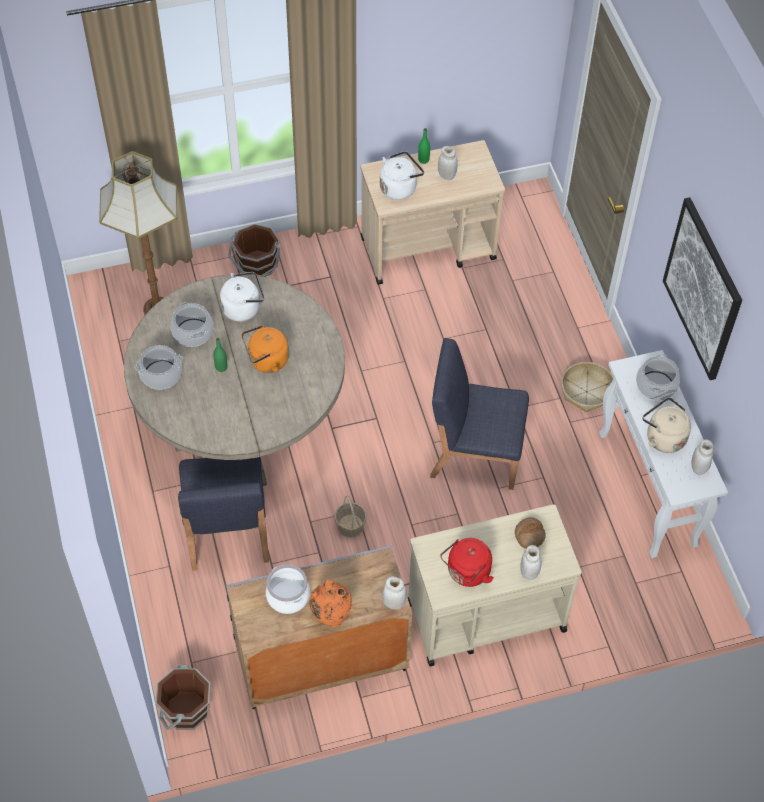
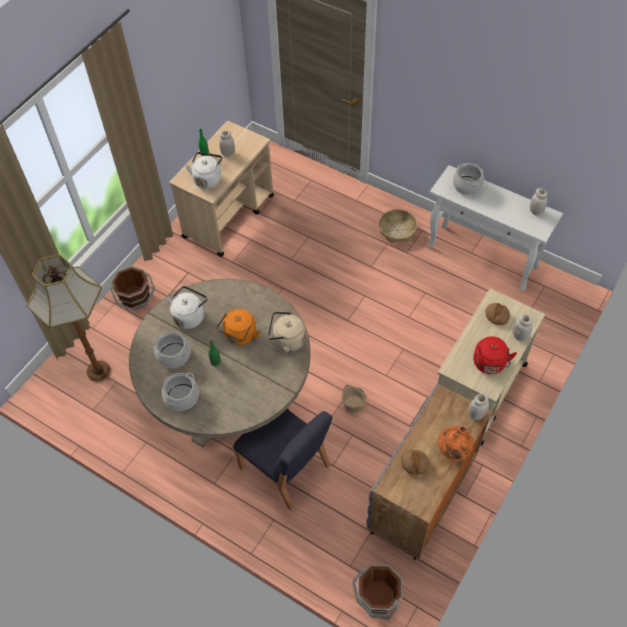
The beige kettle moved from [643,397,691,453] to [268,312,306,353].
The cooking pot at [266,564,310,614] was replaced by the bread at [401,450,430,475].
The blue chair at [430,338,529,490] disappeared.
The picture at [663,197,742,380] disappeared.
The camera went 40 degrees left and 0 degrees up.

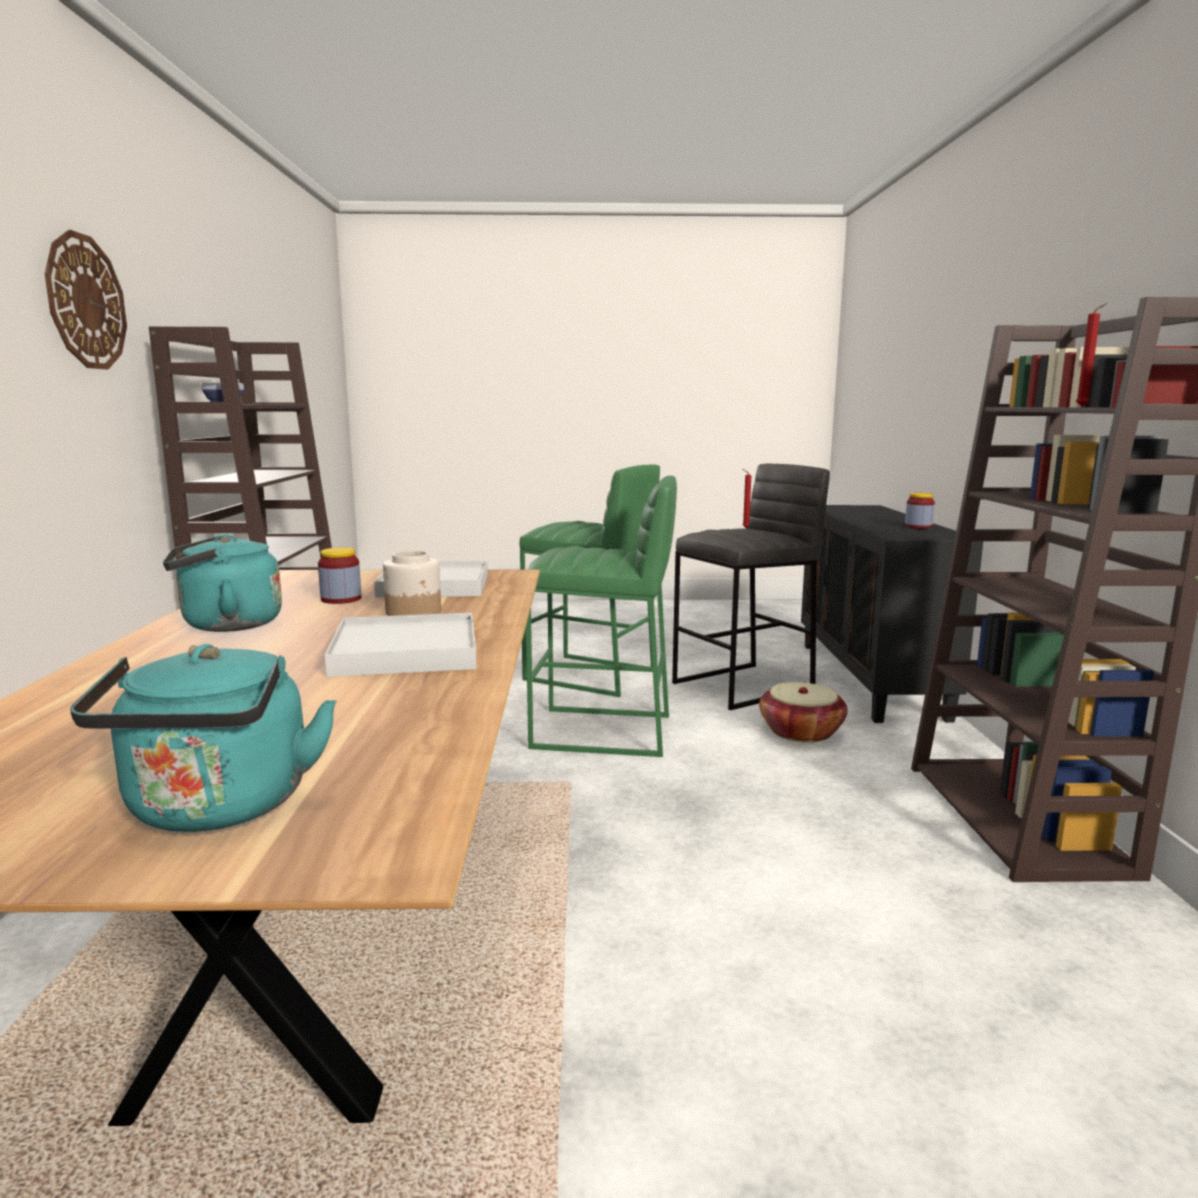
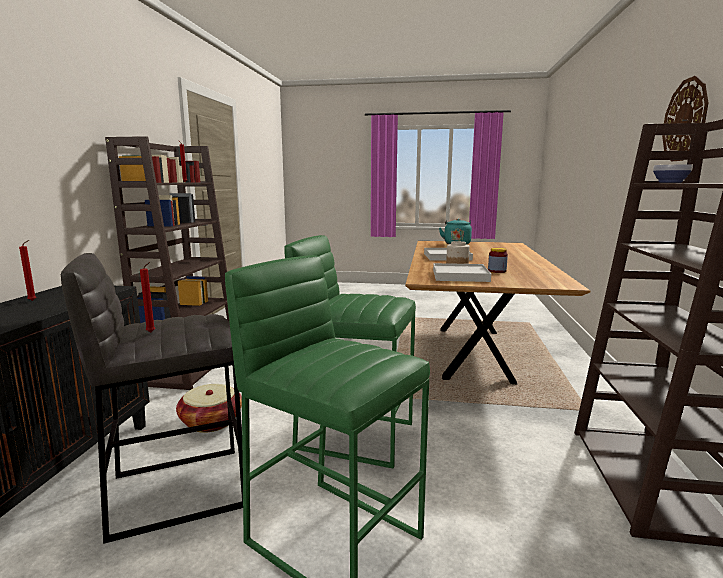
The jar at [905,493,935,529] was replaced by the red candle at [19,240,36,301].
The turquoise kettle at [163,534,282,632] disappeared.
The camera went 170 degrees left and 0 degrees up.

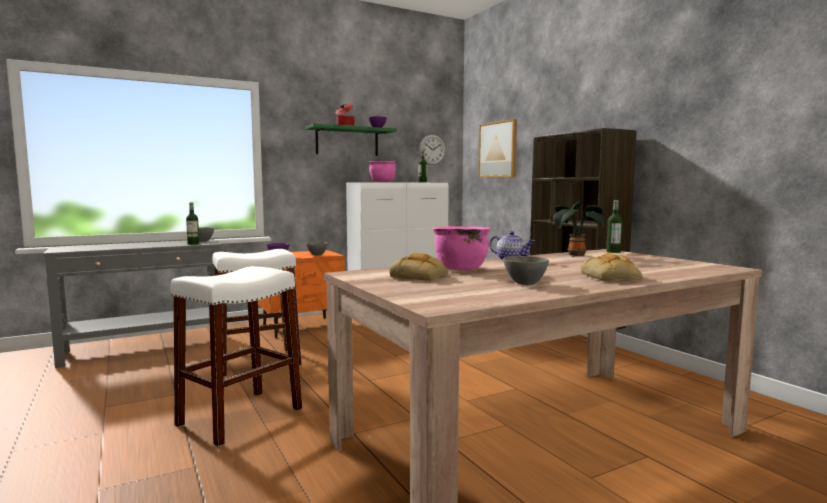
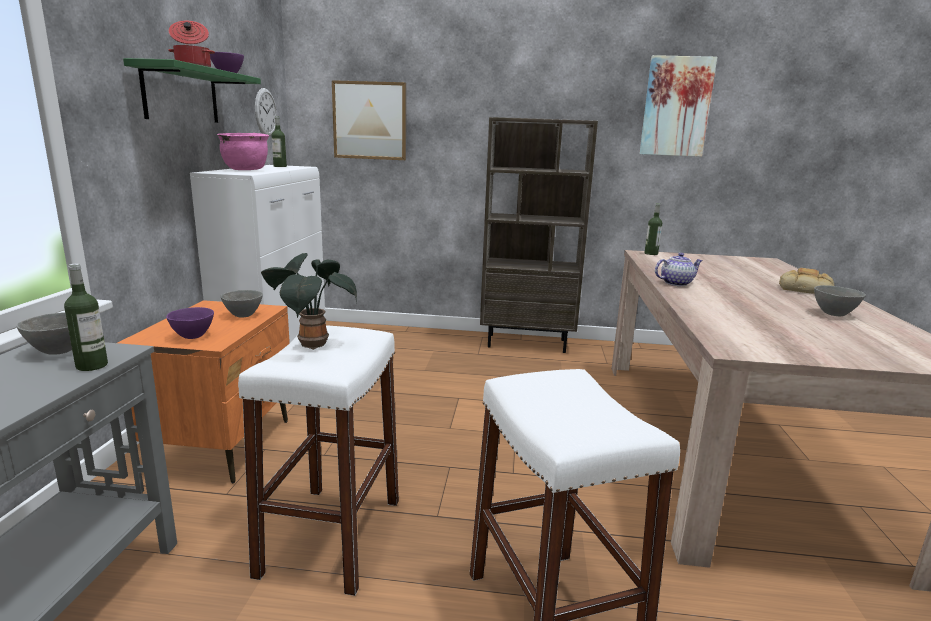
The potted plant moved from [553,201,605,257] to [261,253,357,350].
The picture at [639,55,717,157] appeared.
The bread at [389,253,448,281] disappeared.
The pink cooking pot at [433,226,490,271] disappeared.
The camera went 55 degrees left and 10 degrees up.

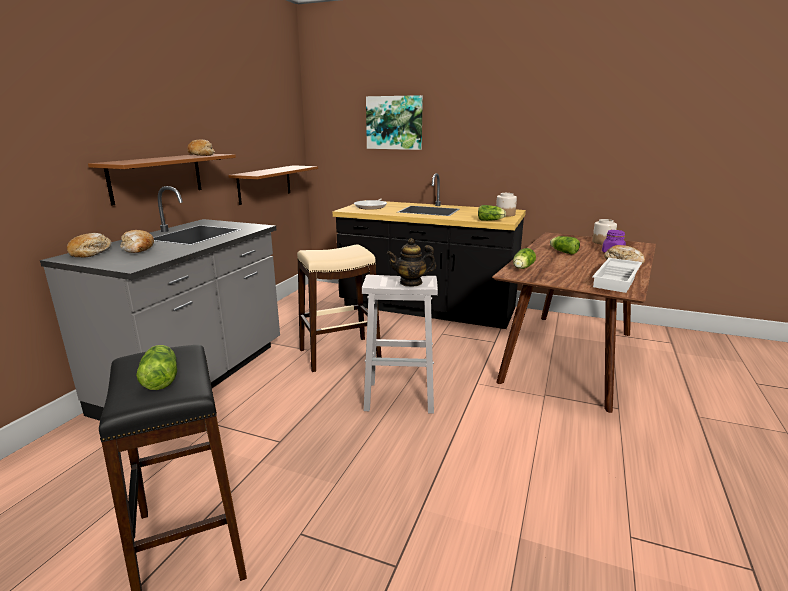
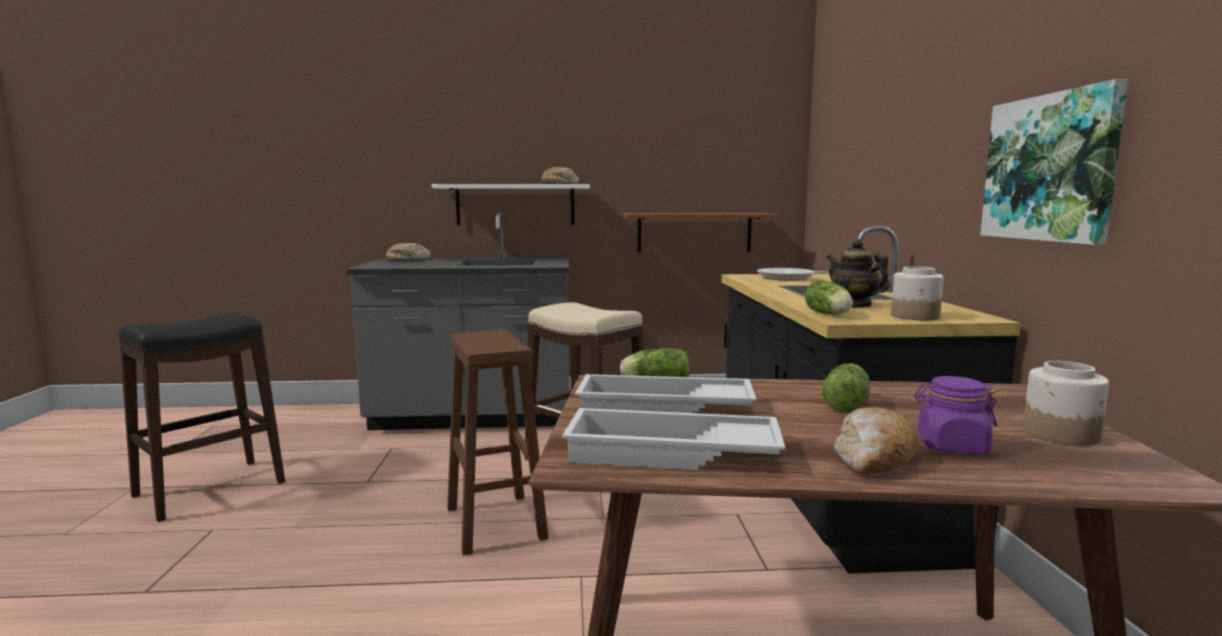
The brown shelf at [88,154,236,205] became the white shelf at [432,184,590,225].
The white stool at [362,275,438,414] became the brown stool at [447,330,549,556].
The white tray at [575,374,757,413] appeared.
The teapot moved from [387,238,436,287] to [827,239,890,308].
The picture moved from [366,95,423,150] to [980,79,1128,245].
The bread at [120,230,154,253] disappeared.
The lettuce at [136,345,177,390] disappeared.
The camera went 65 degrees right and 10 degrees down.

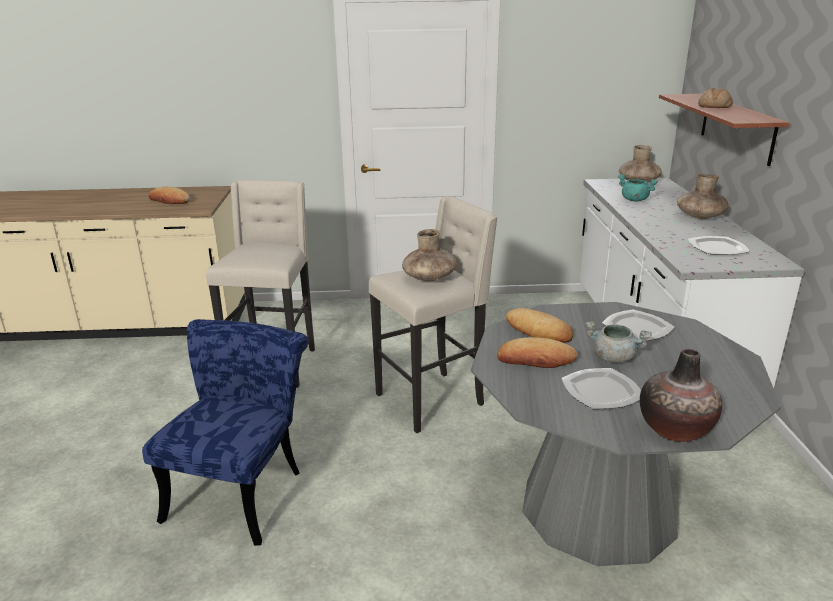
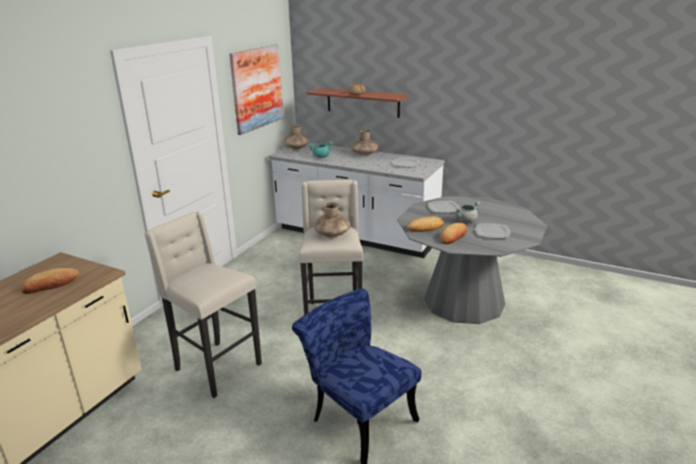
The picture at [229,45,284,135] appeared.
The vase at [640,349,722,442] disappeared.
The camera went 60 degrees left and 0 degrees up.

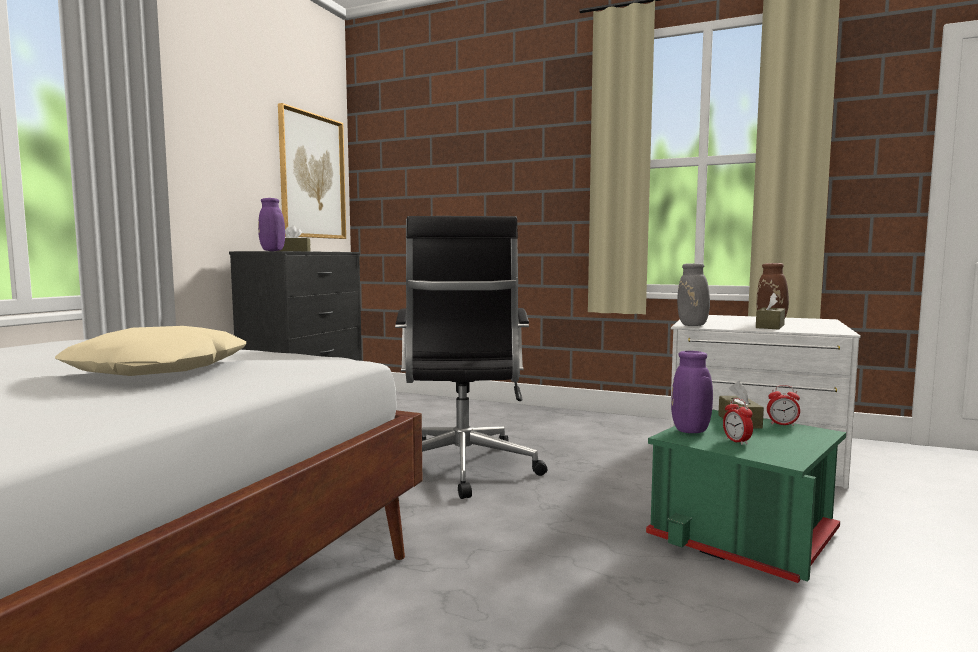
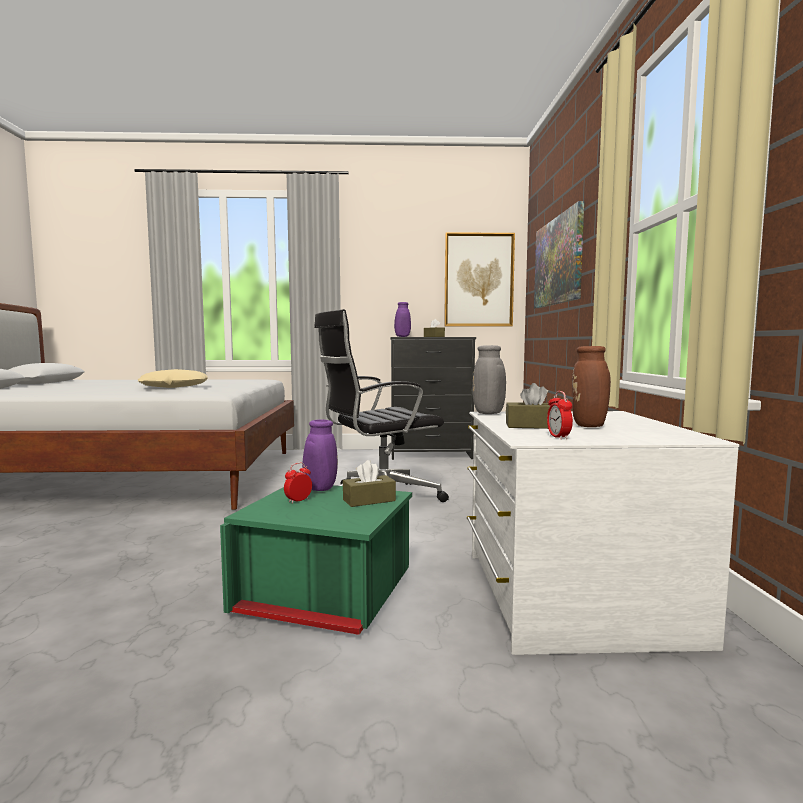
The picture at [534,201,584,308] appeared.
The alarm clock moved from [767,385,800,426] to [547,391,573,440].
The camera went 65 degrees right and 0 degrees up.

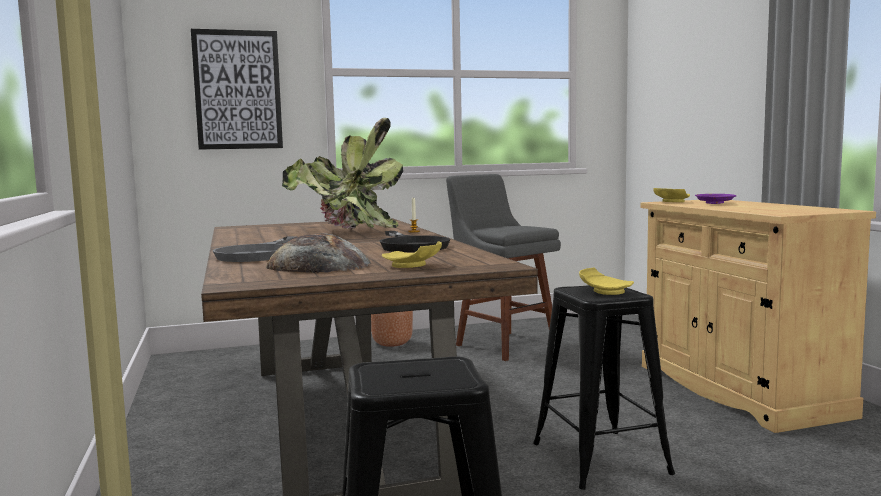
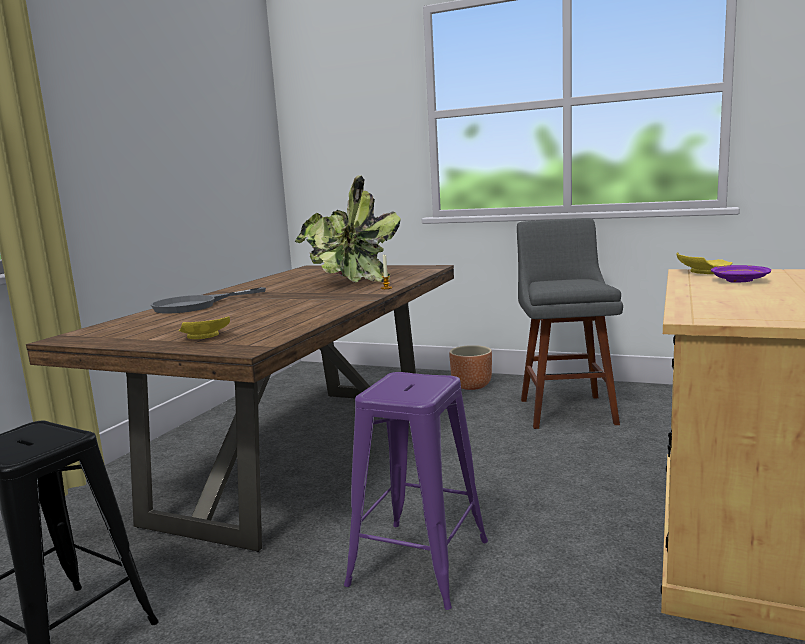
The black stool at [533,285,675,490] became the purple stool at [344,372,488,610].
The picture at [191,29,283,150] disappeared.
The bread at [265,234,371,273] disappeared.
The black frying pan at [380,231,450,252] disappeared.
The yellow plate at [579,268,634,295] disappeared.
The camera went 40 degrees right and 5 degrees up.

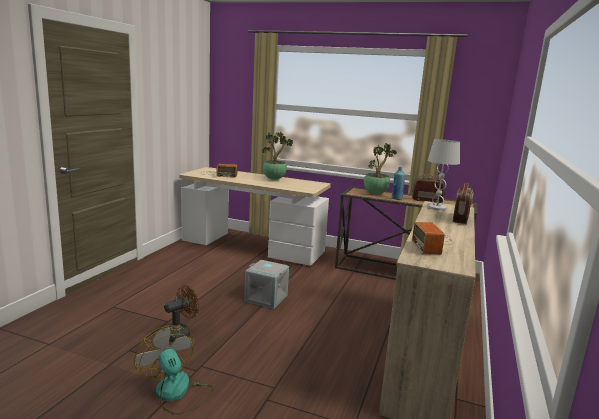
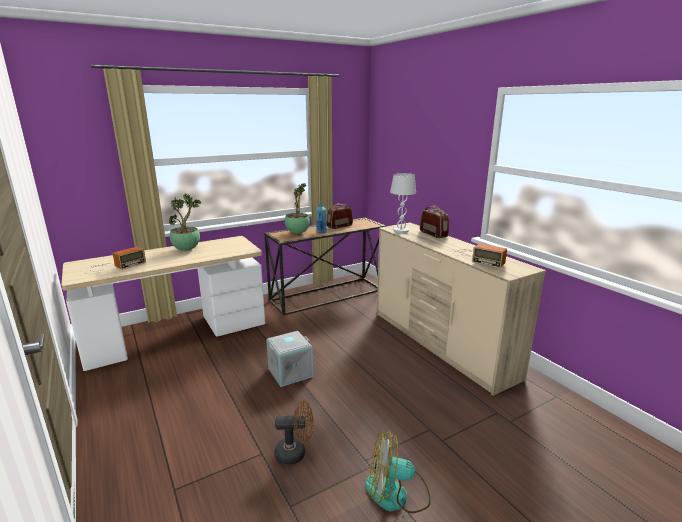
The brown fan at [164,285,199,342] turned 90 degrees clockwise.
The camera went 50 degrees left and 5 degrees up.

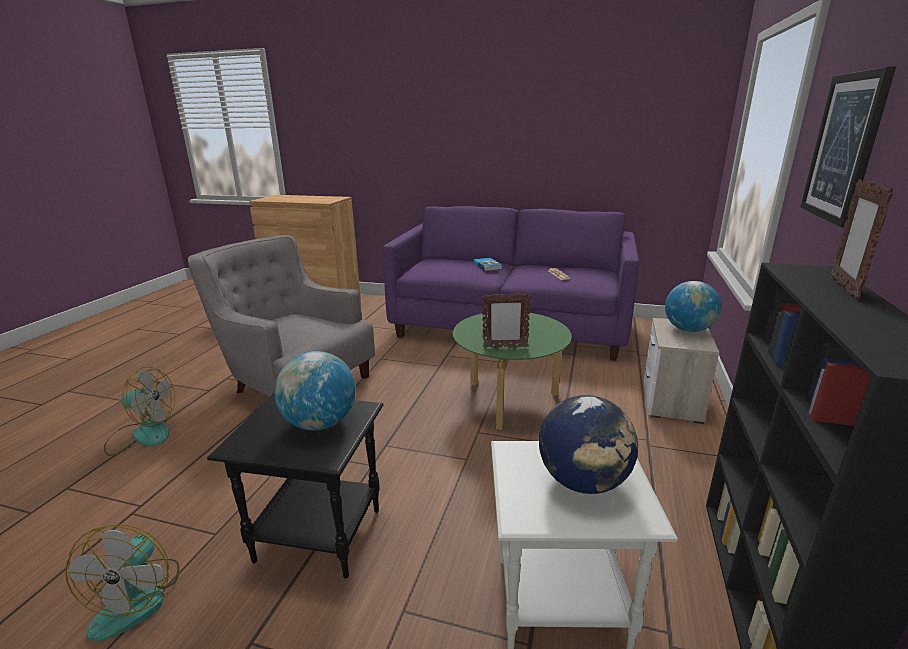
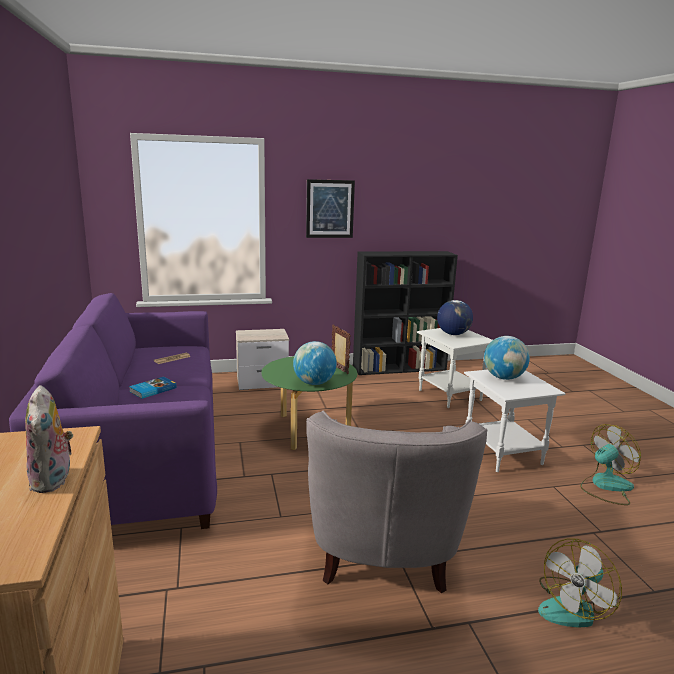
The plush toy at [25,385,73,493] appeared.
The globe moved from [665,281,721,332] to [293,341,337,385].
The black side table at [207,393,383,579] became the white side table at [464,370,566,472].
The fan at [104,366,175,456] turned 105 degrees counterclockwise.
The picture frame at [831,179,894,300] disappeared.
The camera went 120 degrees left and 5 degrees down.

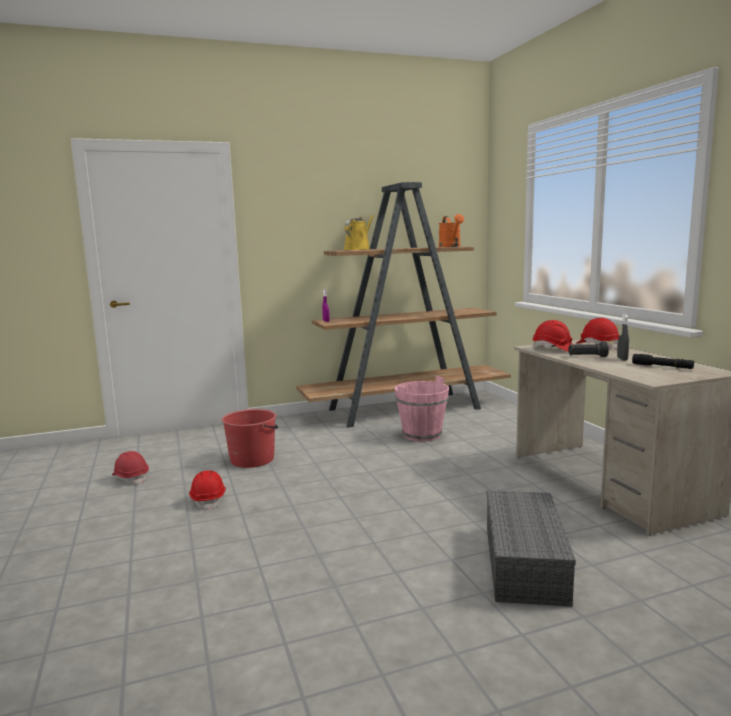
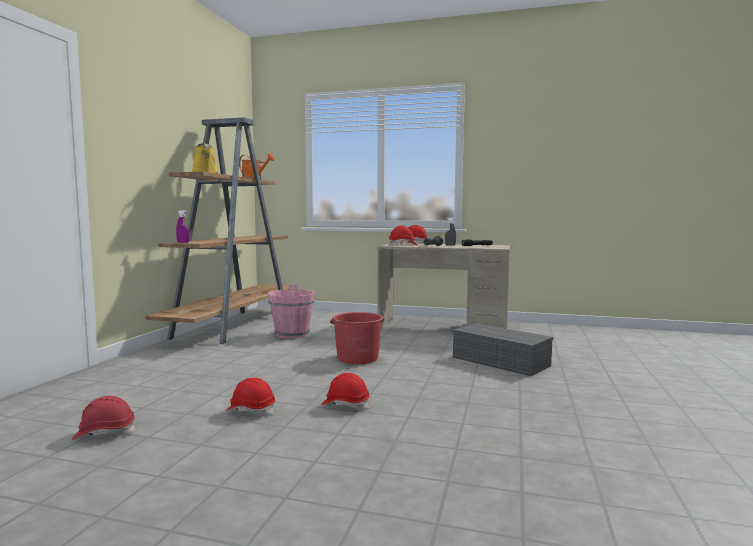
The red hard hat at [321,373,370,410] appeared.
The red bucket moved from [222,409,278,468] to [330,312,384,364].
The camera went 55 degrees left and 5 degrees down.

